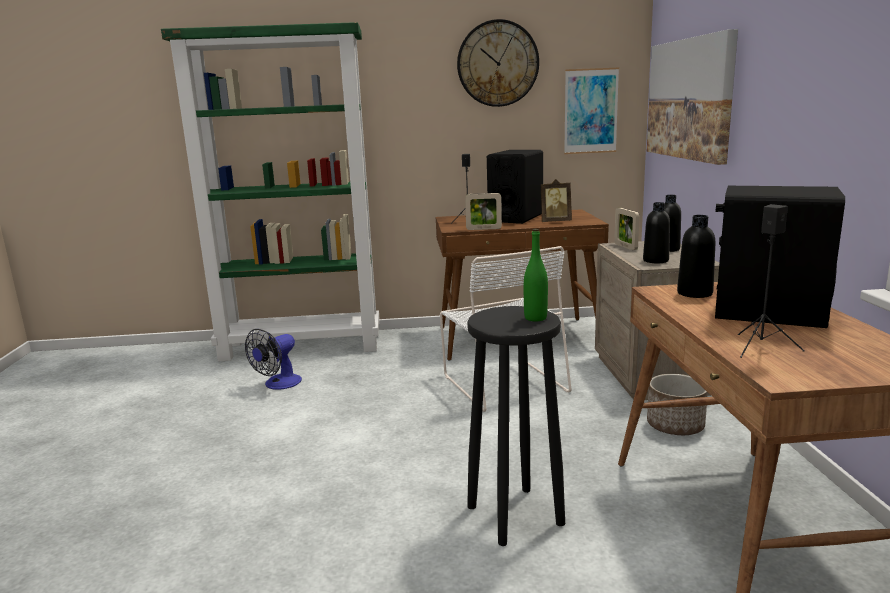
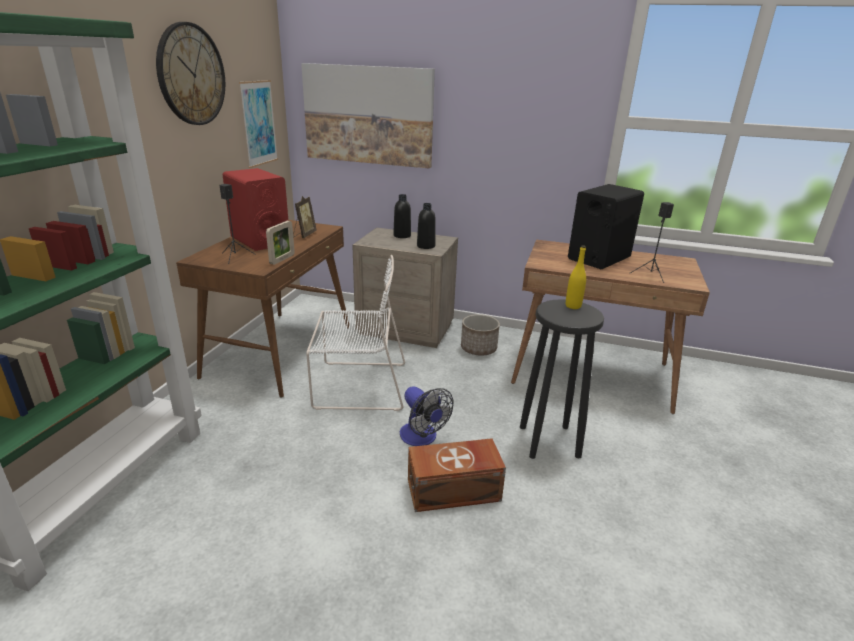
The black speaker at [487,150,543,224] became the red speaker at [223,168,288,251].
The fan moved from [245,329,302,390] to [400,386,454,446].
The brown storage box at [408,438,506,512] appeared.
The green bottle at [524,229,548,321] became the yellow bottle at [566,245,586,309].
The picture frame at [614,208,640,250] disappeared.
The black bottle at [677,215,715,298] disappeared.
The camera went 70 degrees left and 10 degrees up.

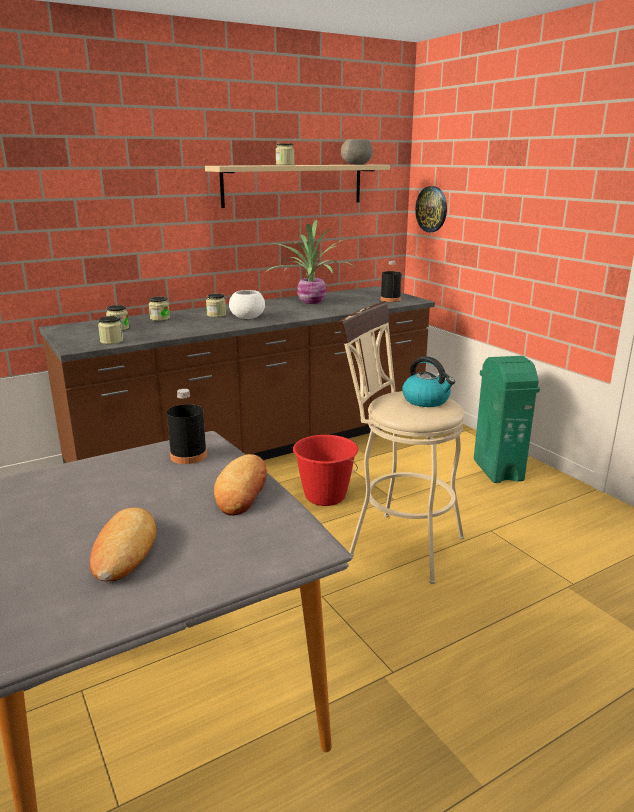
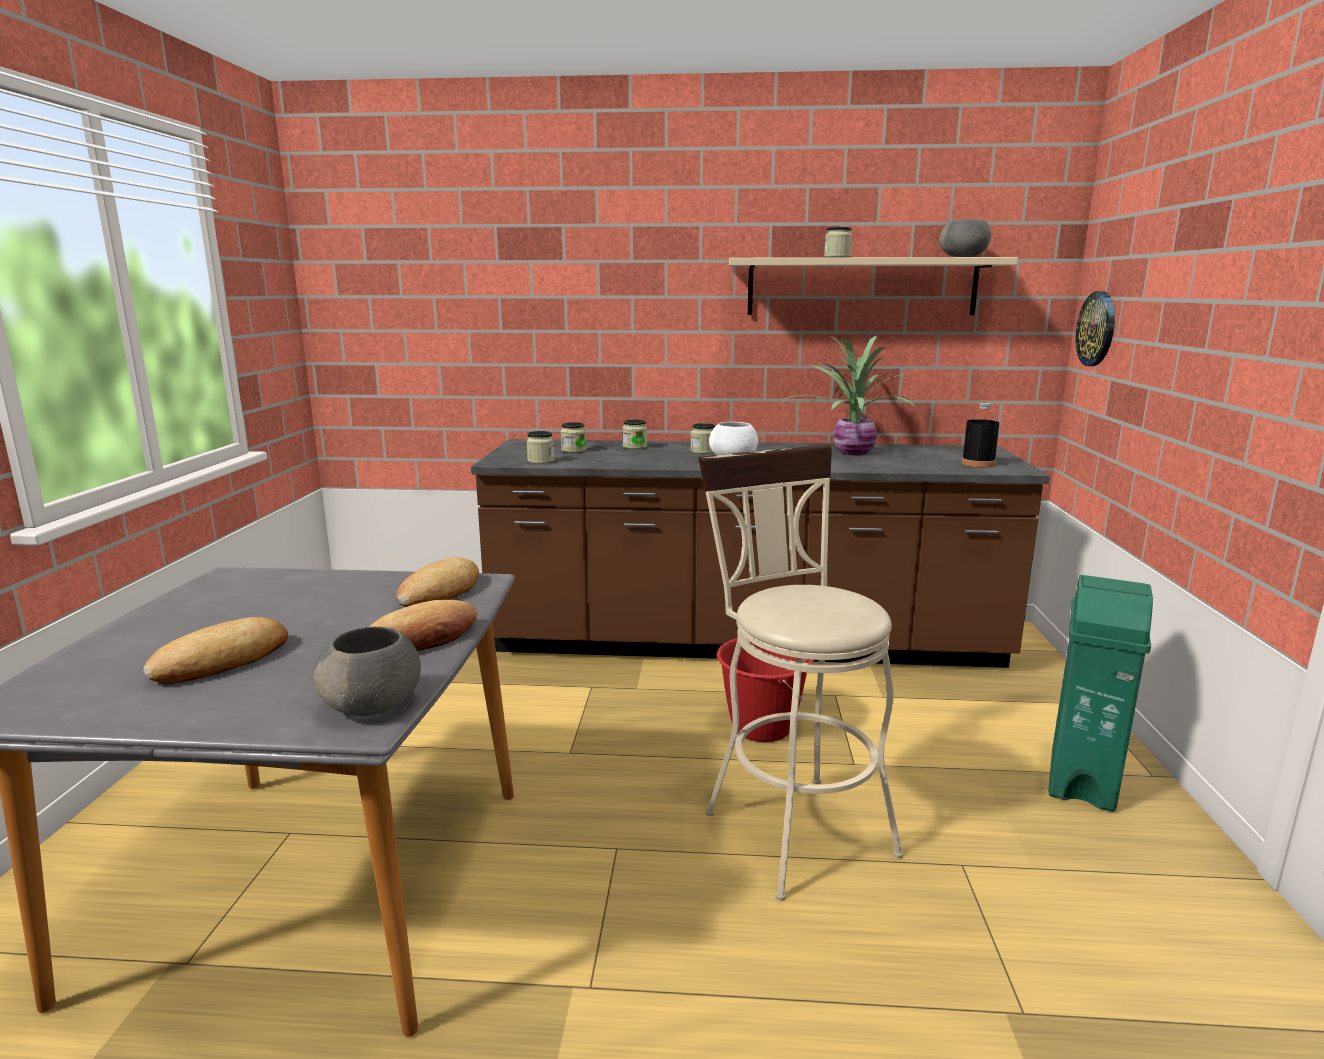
The grey bowl at [314,627,421,716] appeared.
The black bottle at [167,389,207,464] was replaced by the bread at [397,557,479,607].
The kettle at [402,356,455,407] disappeared.
The camera went 35 degrees right and 5 degrees down.

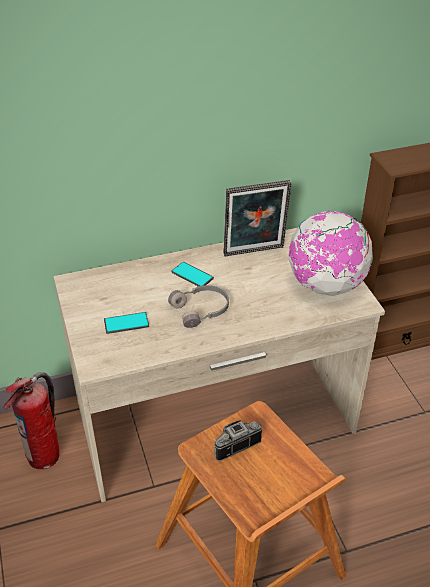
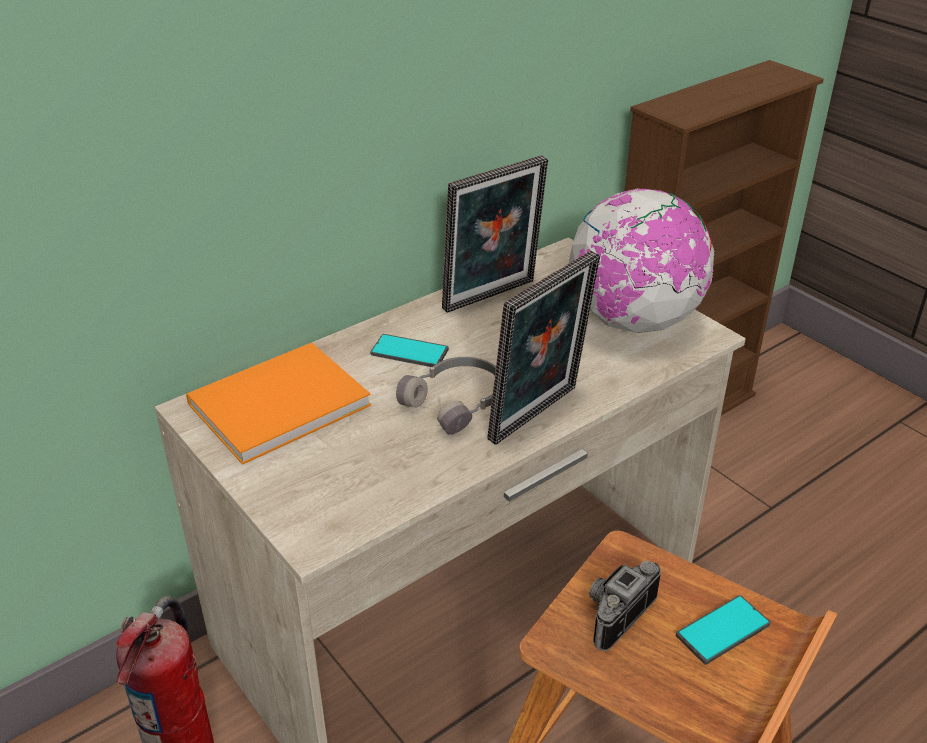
The orange book at [186,342,371,465] appeared.
The picture frame at [487,251,600,445] appeared.
The phone moved from [104,312,149,334] to [676,595,770,665].
The camera went 20 degrees left and 5 degrees down.

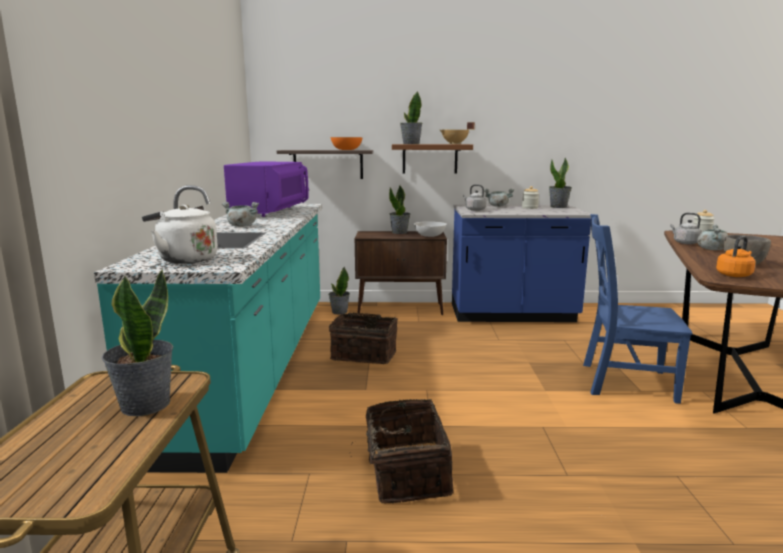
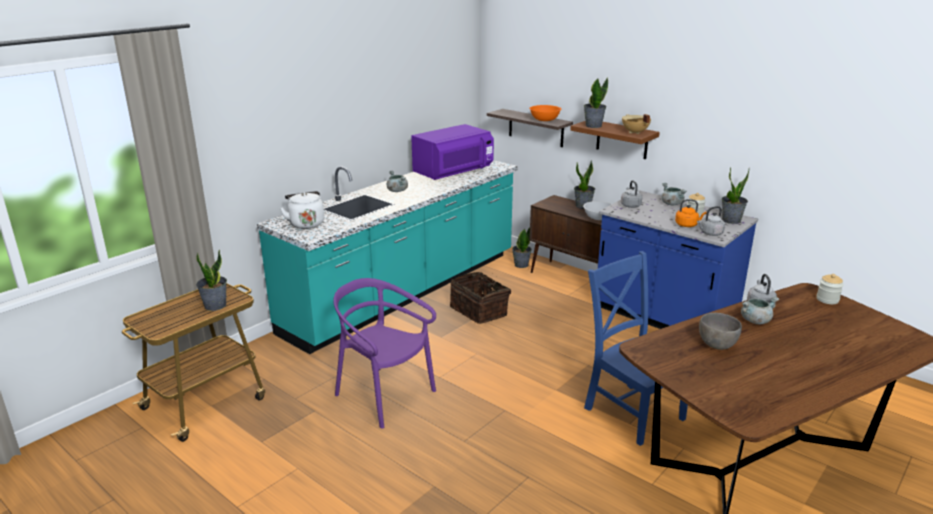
The basket at [351,399,454,504] was replaced by the purple chair at [333,278,436,429].
The orange kettle moved from [716,236,756,277] to [675,199,707,227].
The grey kettle at [697,206,725,236] appeared.
The camera went 40 degrees right and 10 degrees up.

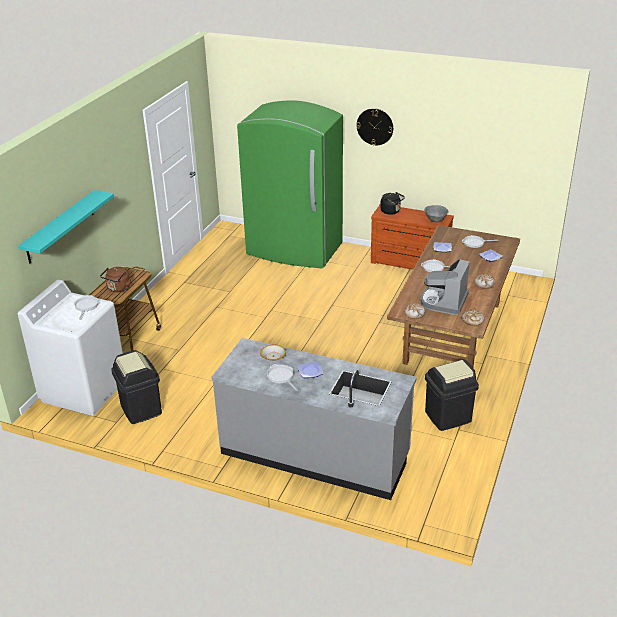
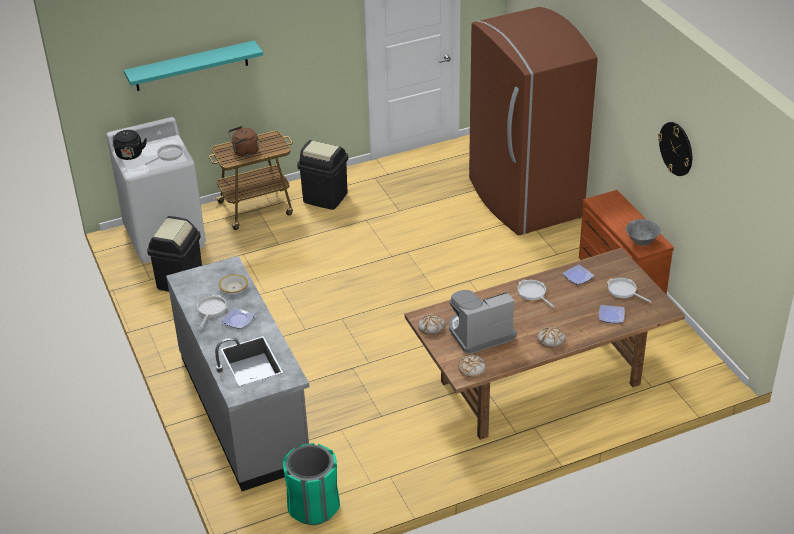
The black kettle moved from [380,192,405,215] to [113,130,147,160].
The green trash can at [283,443,340,525] appeared.
The black trash can moved from [425,359,479,431] to [297,140,348,210].
The green fridge at [237,101,343,268] became the brown fridge at [469,7,598,235].
The wall clock moved from [356,108,393,145] to [658,122,692,176].
The camera went 45 degrees right and 5 degrees up.

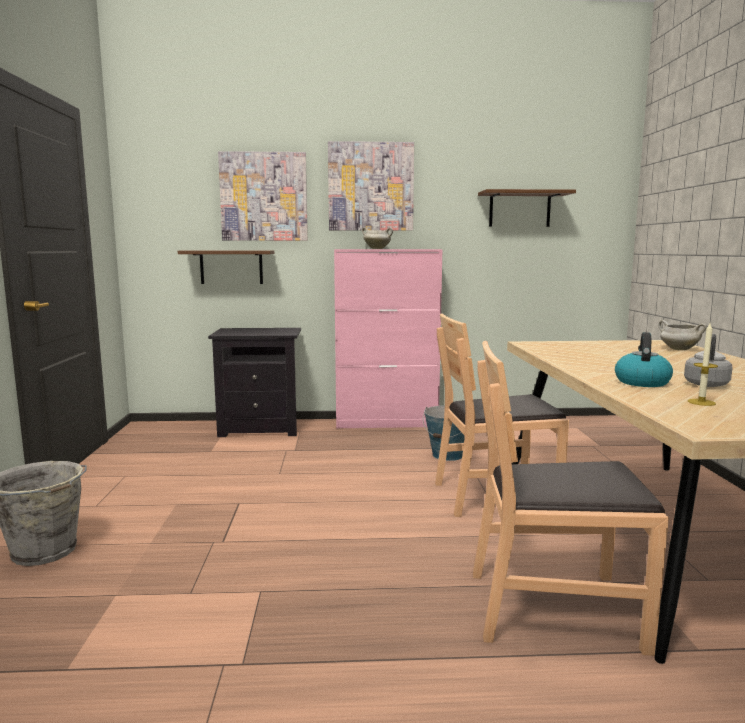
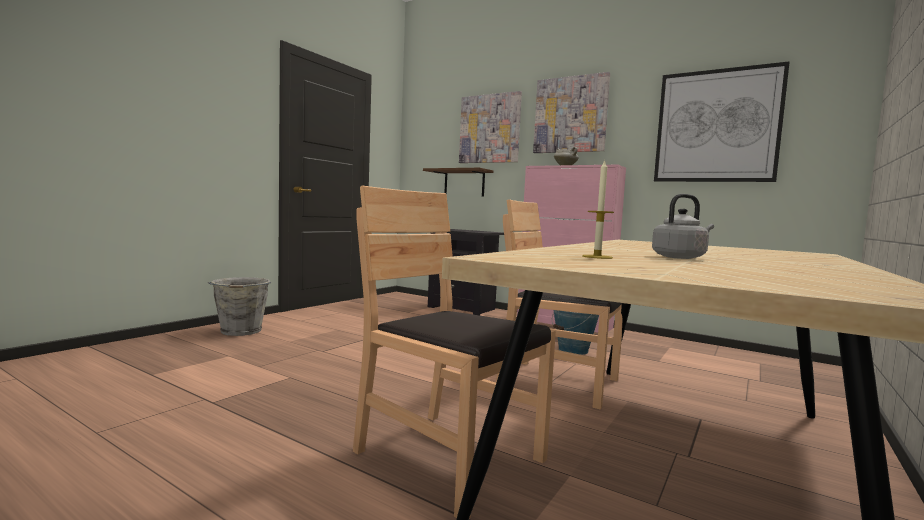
The brown shelf at [478,189,576,227] was replaced by the picture at [654,61,790,182].
The kettle at [615,332,673,387] disappeared.
The white cooking pot at [658,320,707,350] disappeared.
The camera went 35 degrees right and 5 degrees down.

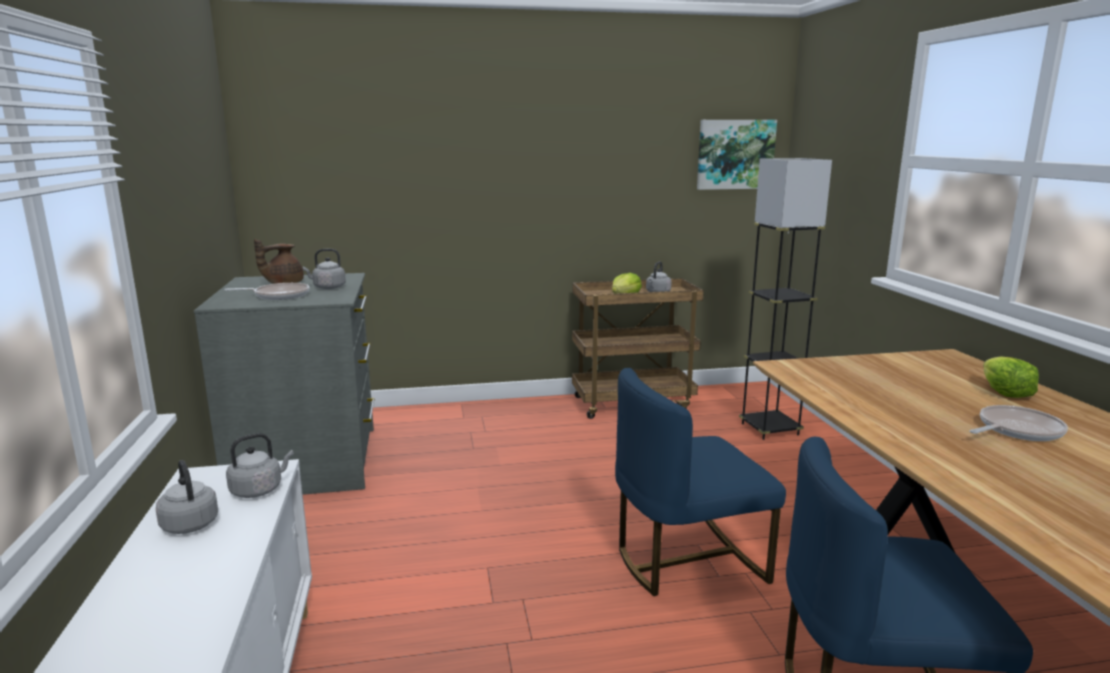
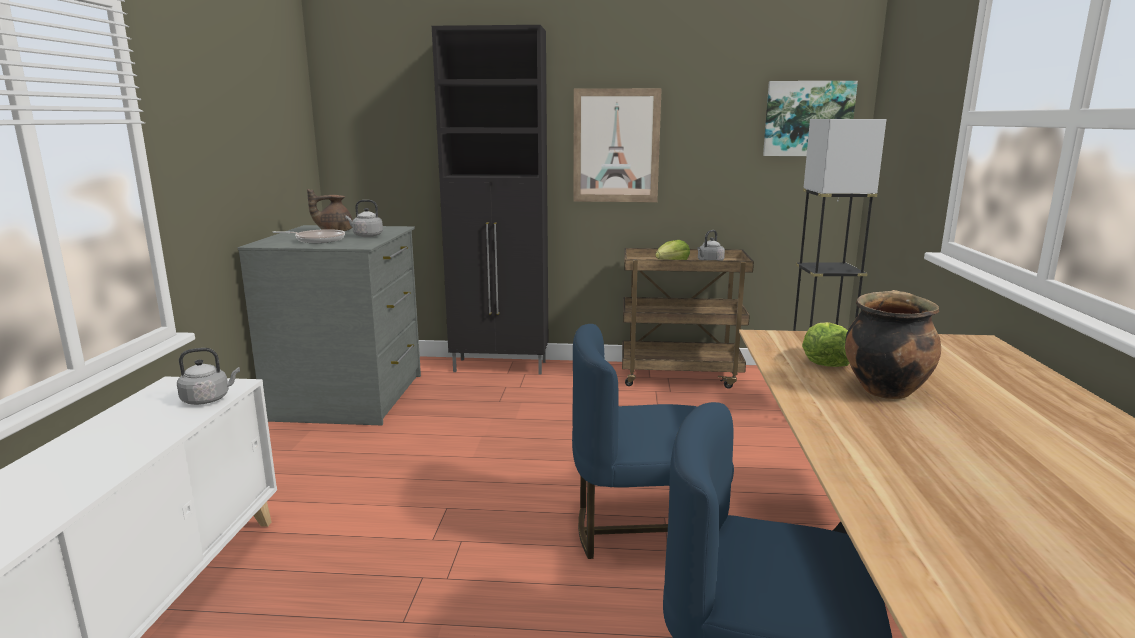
The black cabinet at [432,25,548,375] appeared.
The picture at [573,88,662,202] appeared.
The lettuce moved from [983,357,1039,398] to [802,322,849,367].
The cooking pot at [845,290,941,399] appeared.
The grey kettle at [156,460,218,534] disappeared.
The frying pan at [969,405,1068,441] disappeared.
The camera went 15 degrees right and 0 degrees up.

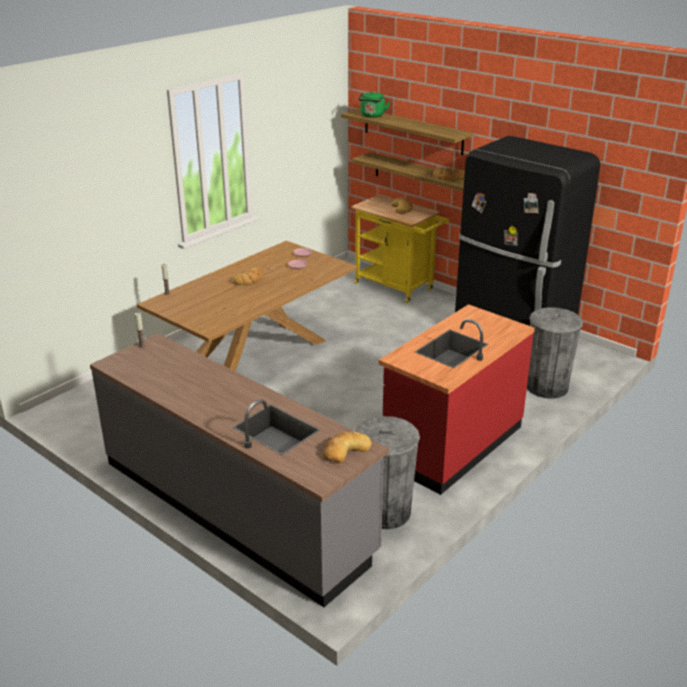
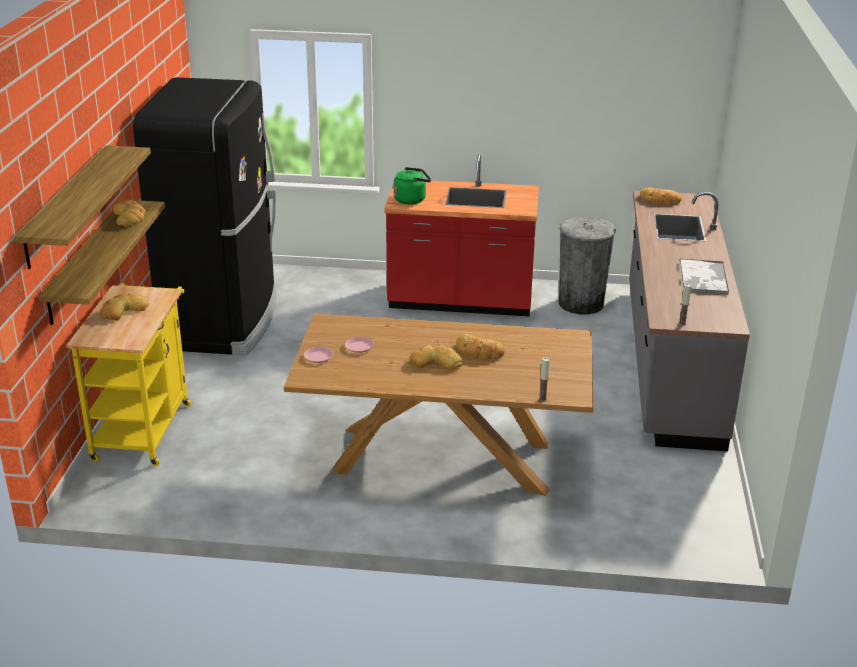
The green kettle moved from [358,91,390,118] to [393,167,431,204].
The bread at [456,334,505,359] appeared.
The tray at [679,259,729,295] appeared.
The grey trash can at [527,307,583,399] disappeared.
The camera went 125 degrees left and 0 degrees up.

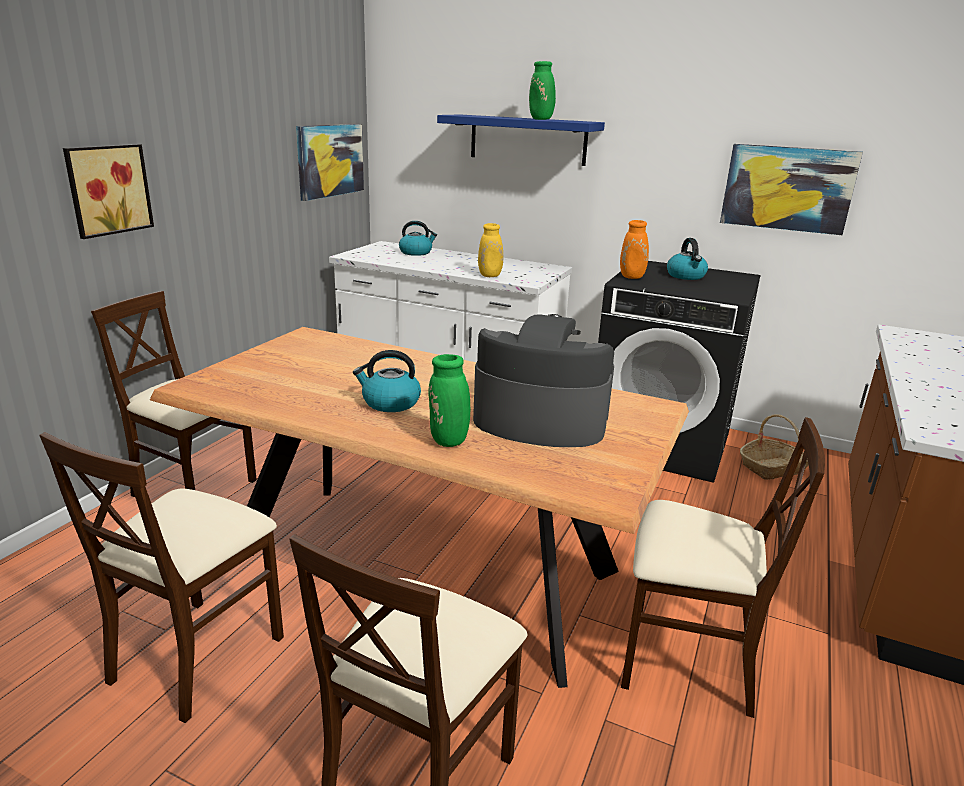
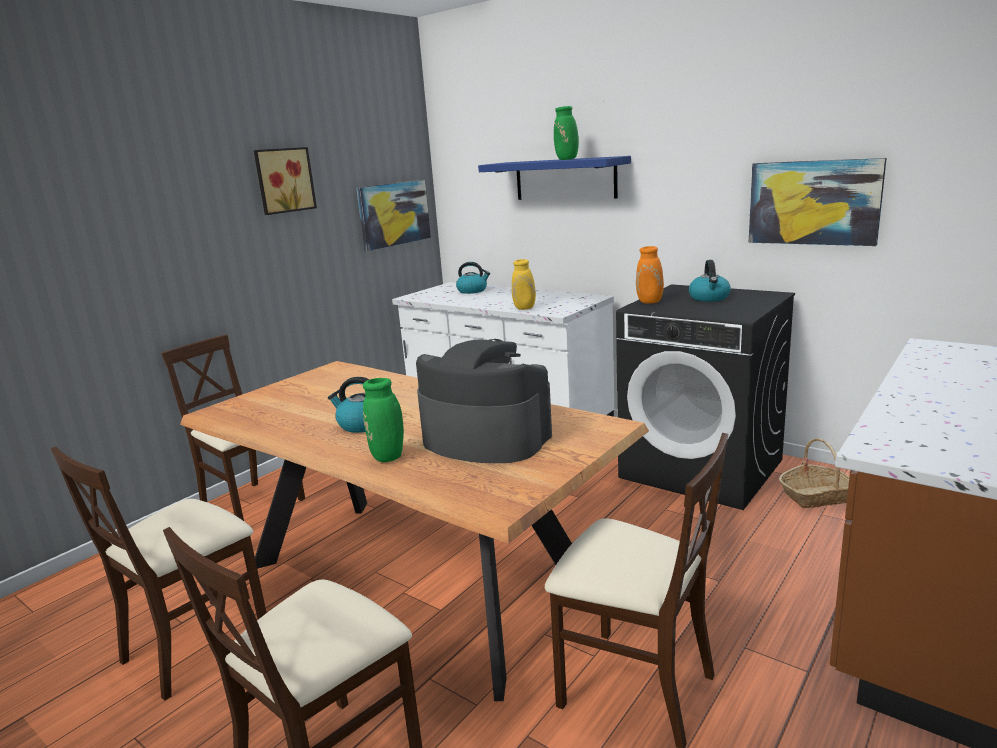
The picture moved from [63,144,154,239] to [254,147,317,215].
The camera went 15 degrees right and 5 degrees down.

